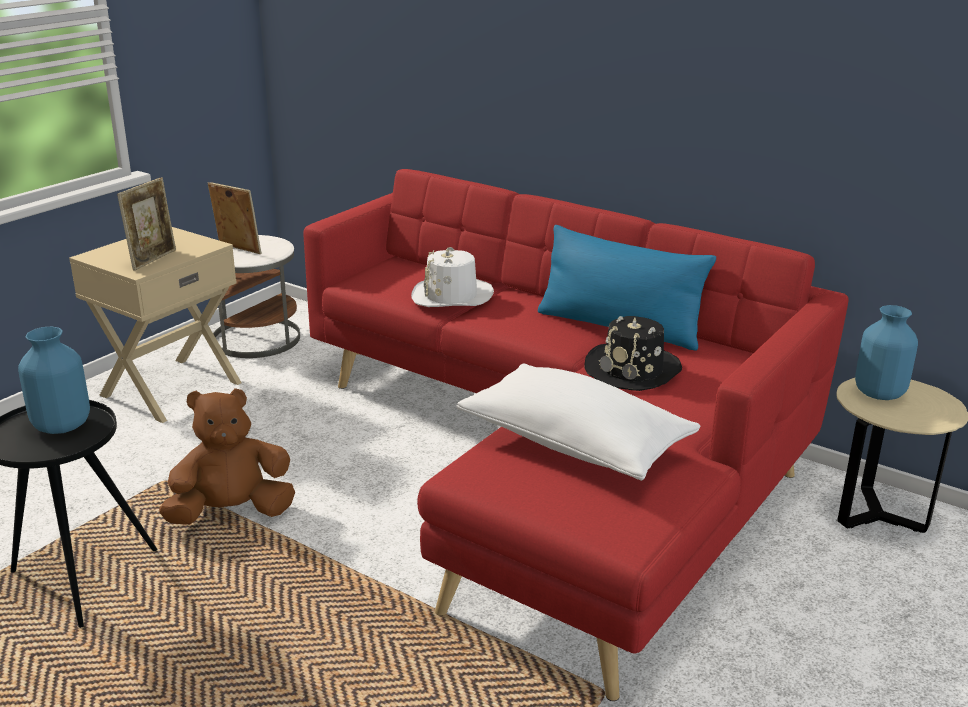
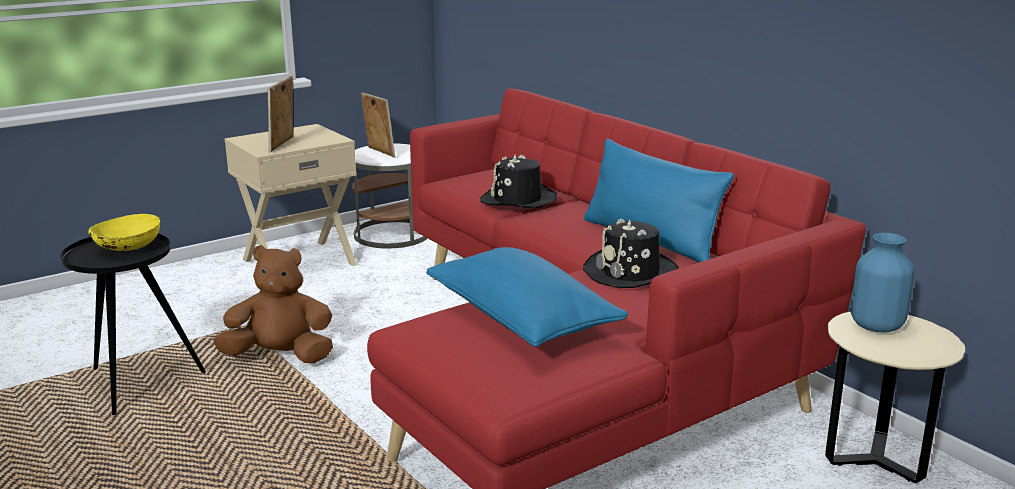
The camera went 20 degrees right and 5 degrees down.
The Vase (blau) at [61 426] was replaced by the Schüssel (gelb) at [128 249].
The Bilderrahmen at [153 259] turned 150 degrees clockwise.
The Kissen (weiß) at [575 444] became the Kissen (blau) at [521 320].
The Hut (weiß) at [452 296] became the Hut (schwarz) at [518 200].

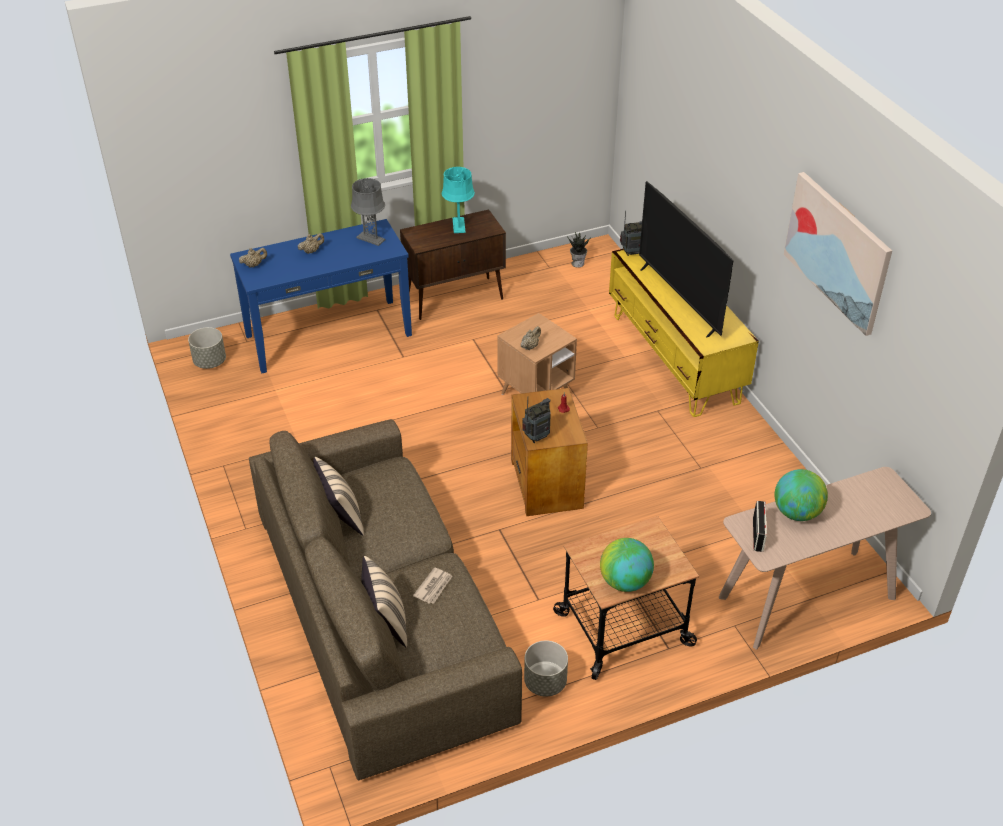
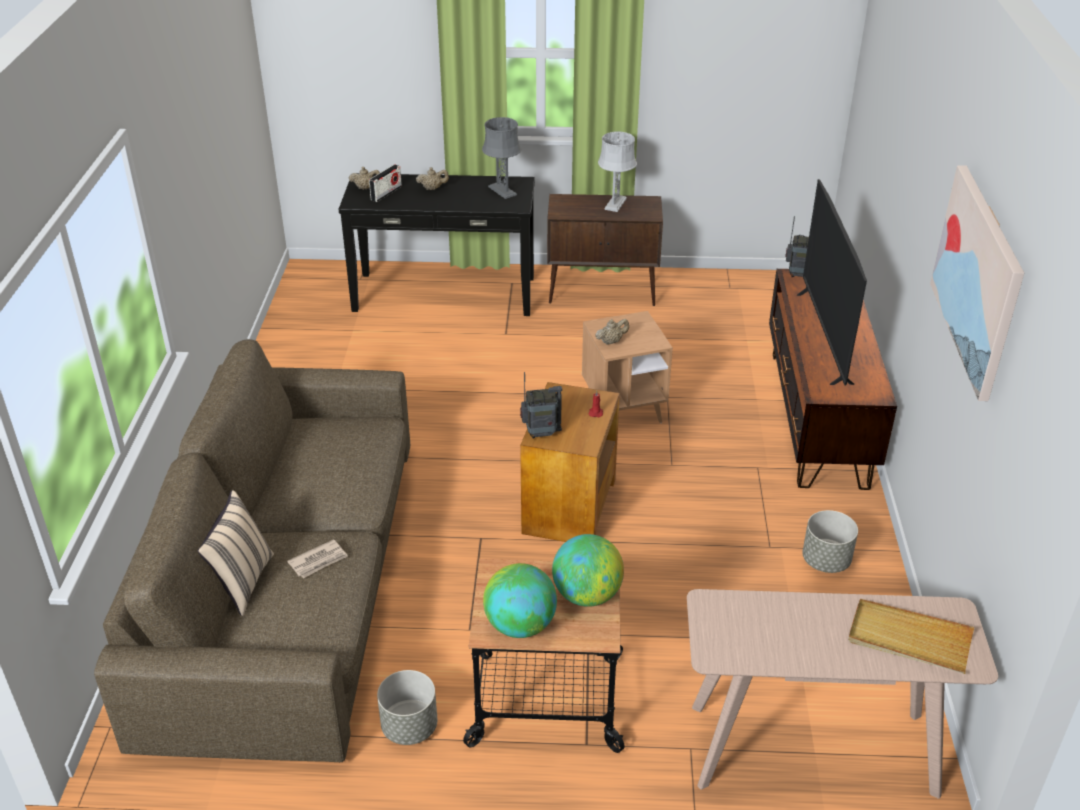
The camera went 25 degrees right and 5 degrees down.
The Konsolentisch (blau) at [328 335] became the Konsolentisch (schwarz) at [444 294].
The Radio moved from [758 535] to [386 193].
The Globus moved from [796 512] to [587 595].
The Tischlampe (türkis) at [458 225] became the Tischlampe (grau) at [615 203].
The Fernsehschrank (gelb) at [674 358] became the Fernsehschrank (braun) at [816 417].
The Pflanzkübel (grau) moved from [210 362] to [826 561].
The Tablett (beige) at [909 639] appeared.
The Kissen (beige) at [340 518] disappeared.
The Topfpflanze at [577 263] disappeared.

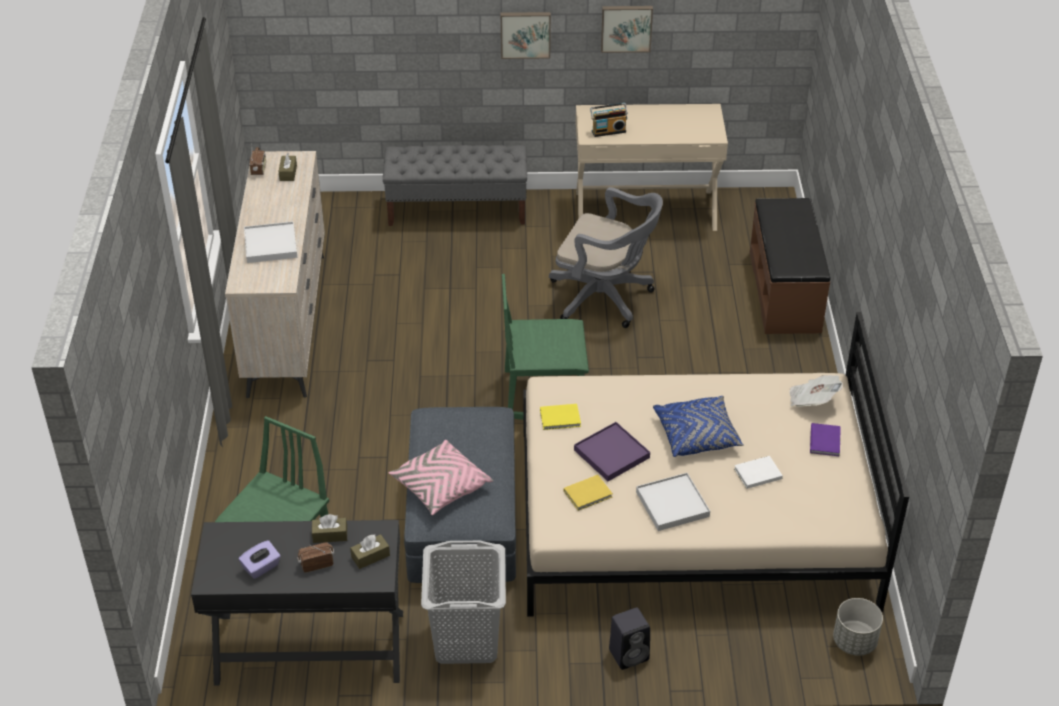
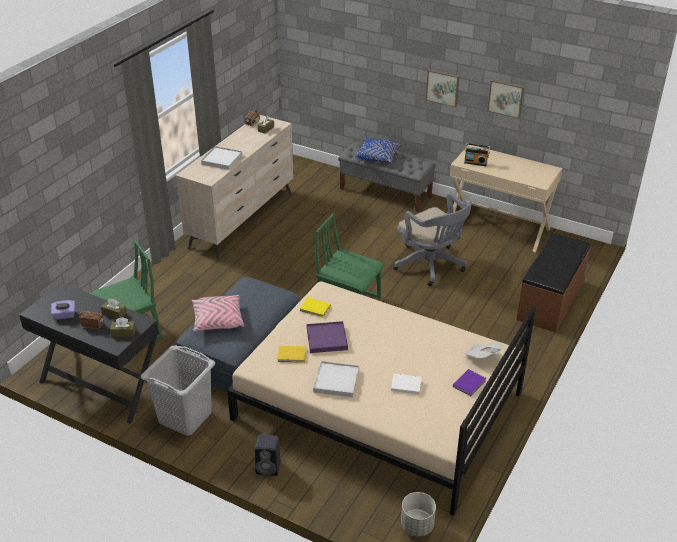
The camera went 30 degrees right and 5 degrees down.
The Kissen (blau) moved from [697 435] to [378 157].

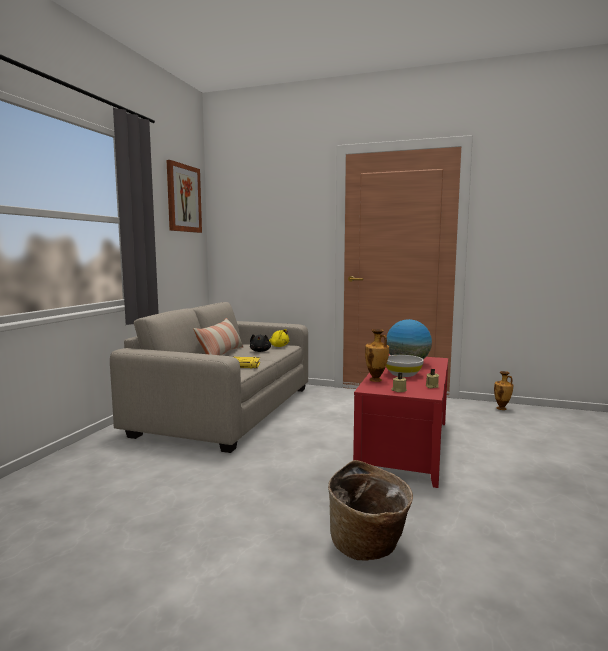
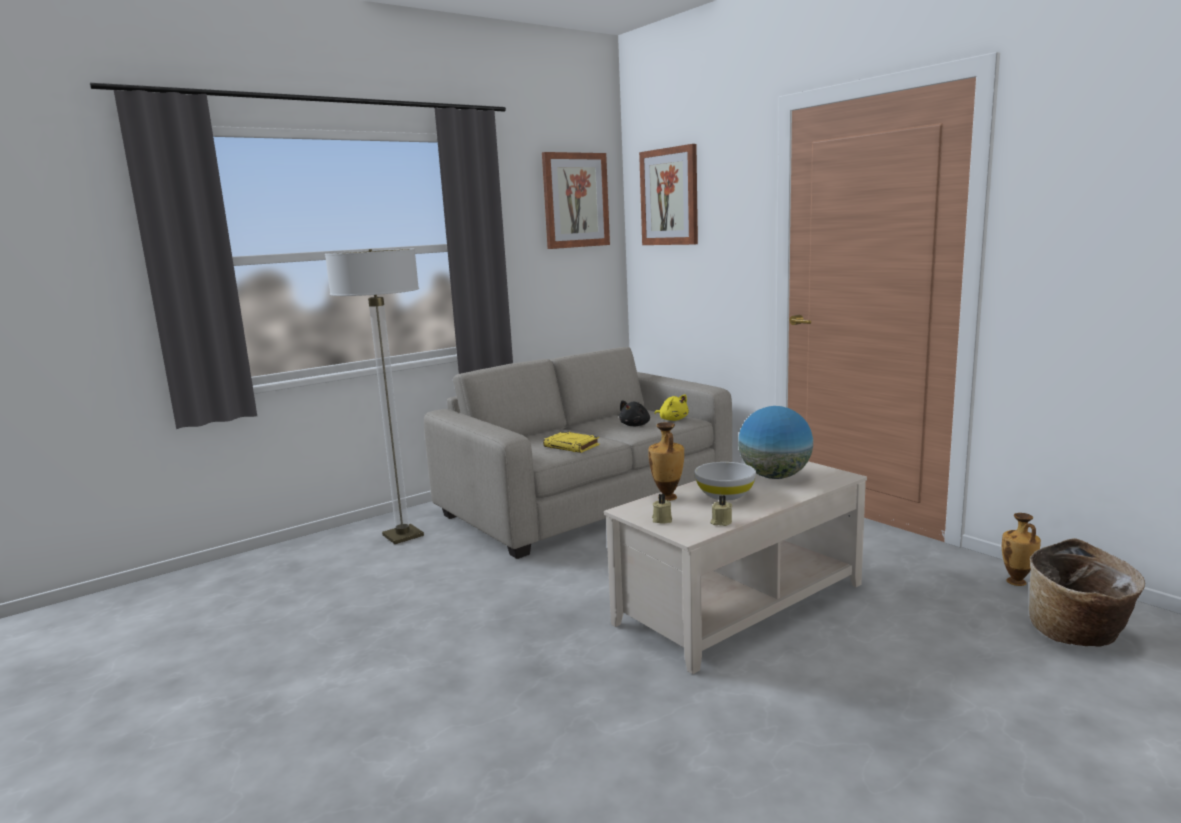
The camera went 35 degrees right and 5 degrees up.
The Stehlampe at [403 536] appeared.
The Couchtisch (rot) at [404 445] became the Couchtisch (beige) at [740 603].
The Bild at [669 197] appeared.
The Korb moved from [368 546] to [1078 635].
The Kissen at [221 354] disappeared.

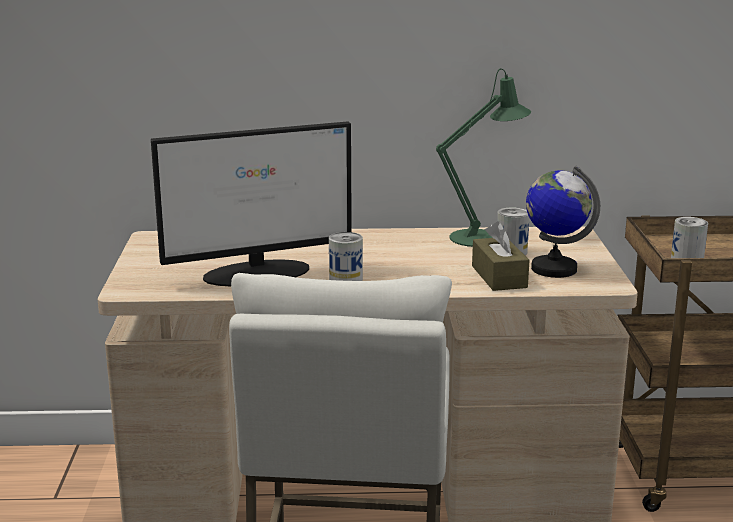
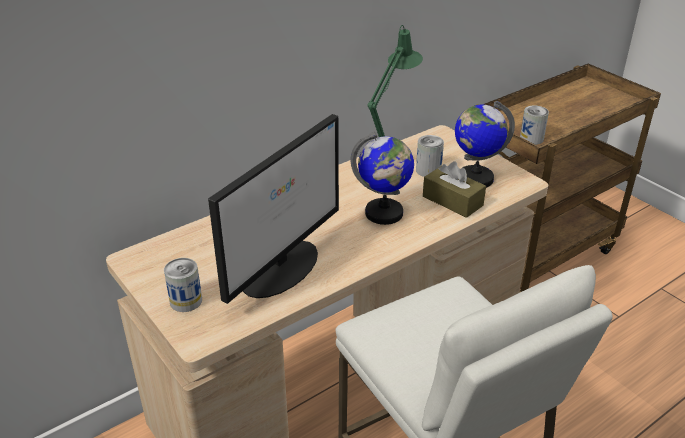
The camera went 35 degrees left and 15 degrees up.
The Dose moved from [346 279] to [186 301].
The Globus at [384 213] appeared.

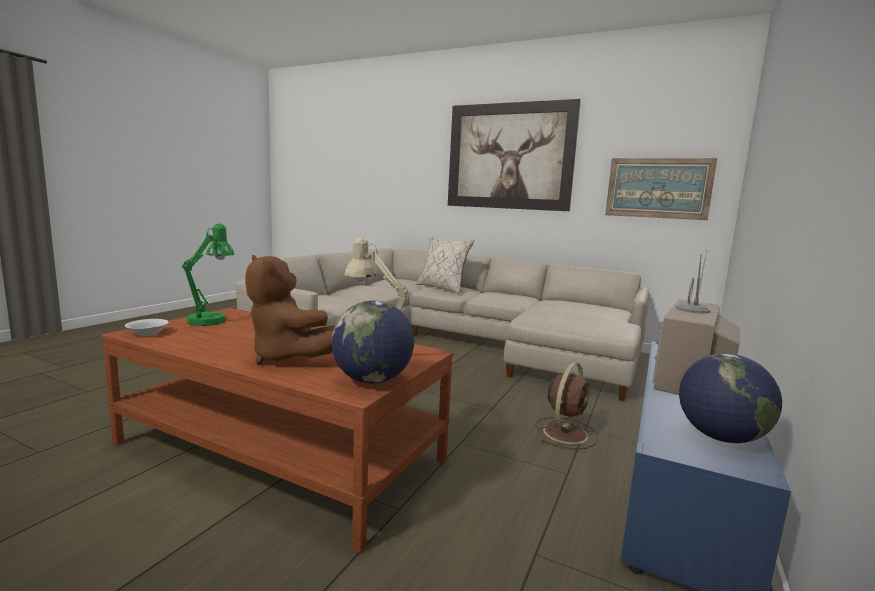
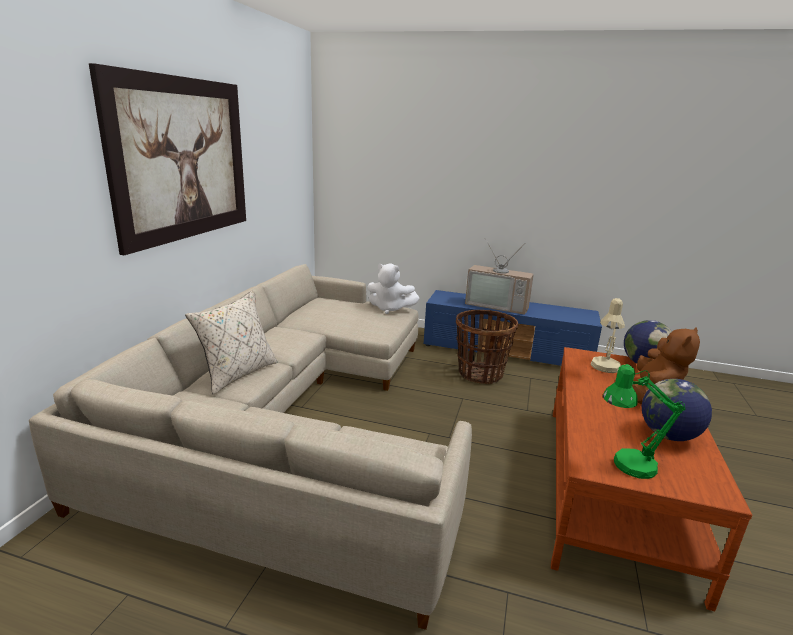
The camera went 100 degrees left and 10 degrees up.
The Plüschtier (weiß) at [390 309] appeared.
The Ventilator (braun) at [566 432] was replaced by the Korb at [480 374].
The Globus moved from [720 437] to [668 435].
The Schüssel (weiß) at [148 333] disappeared.
The Bild at [658 188] disappeared.

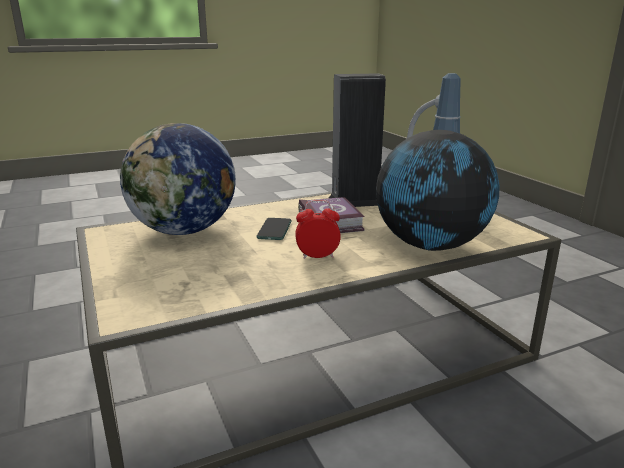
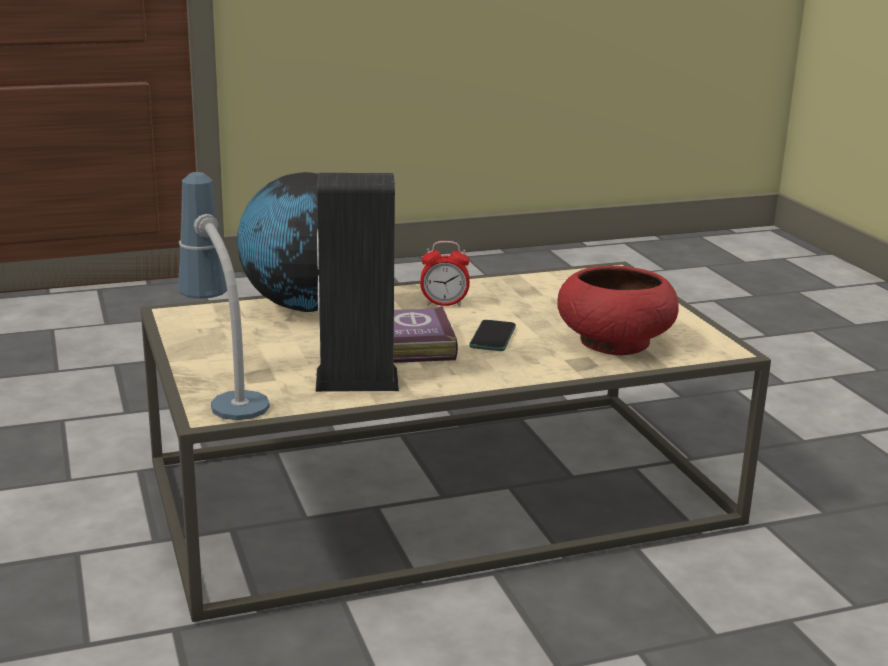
The camera went 175 degrees left and 0 degrees up.
The Globus at [184 231] was replaced by the Schüssel (rot) at [613 343].

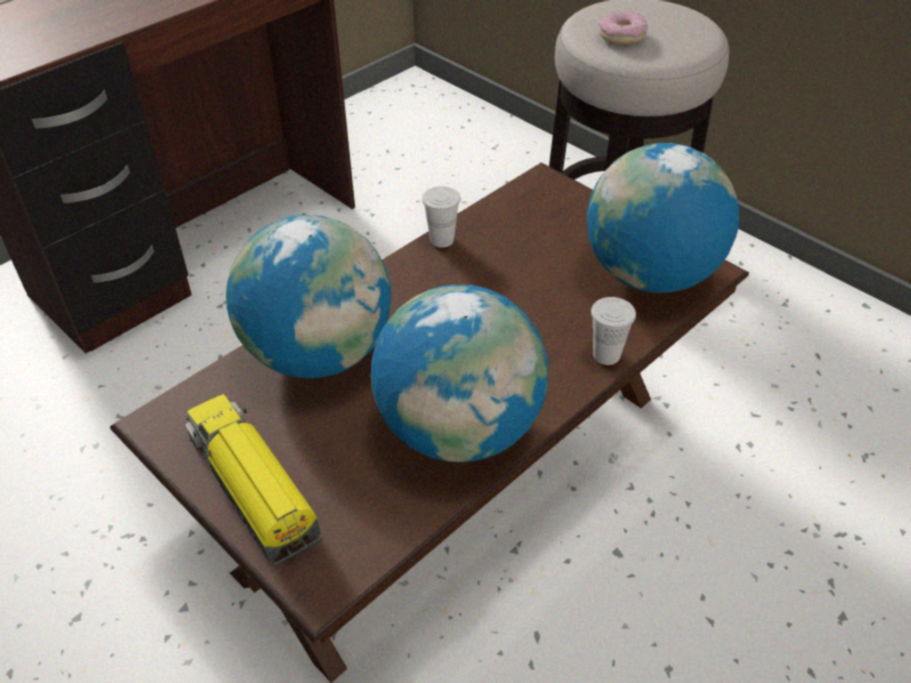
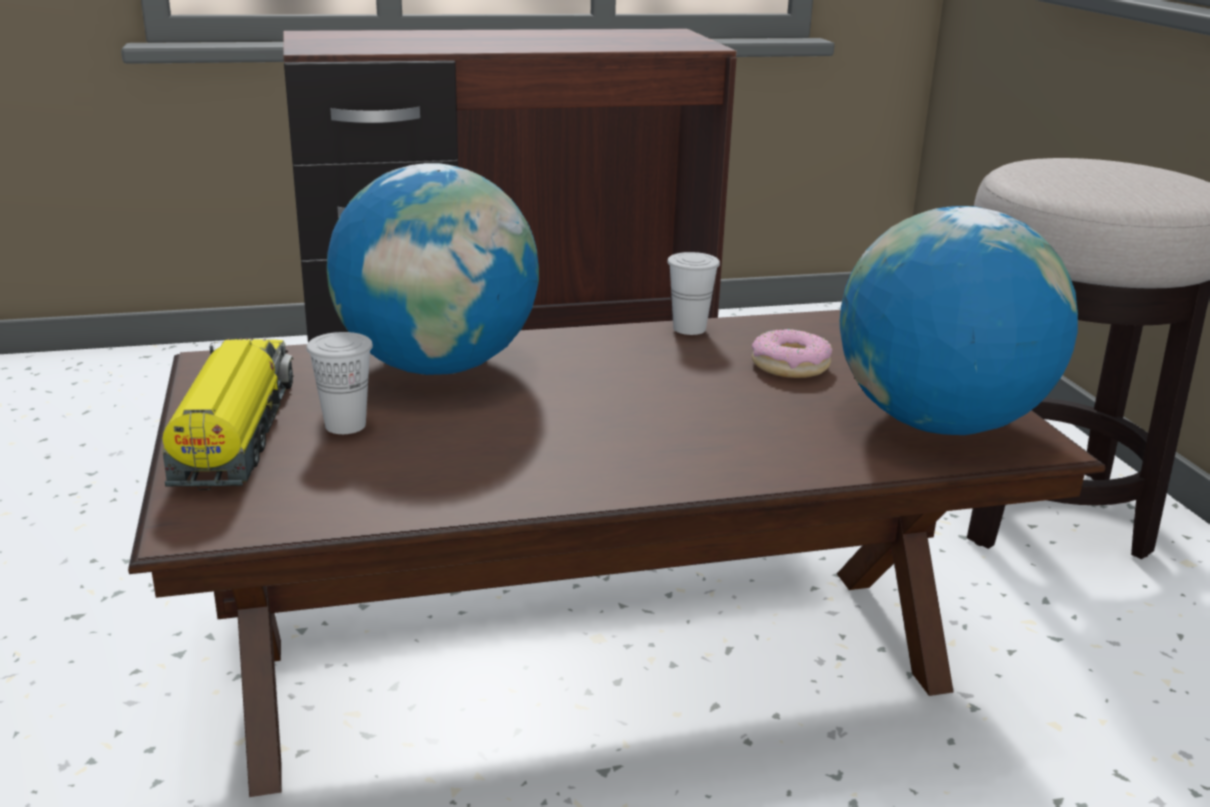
The camera went 30 degrees right and 20 degrees down.
The Tasse (weiß) moved from [606 355] to [345 425].
The Donut moved from [622 35] to [790 366].
The Globus at [460 430] disappeared.

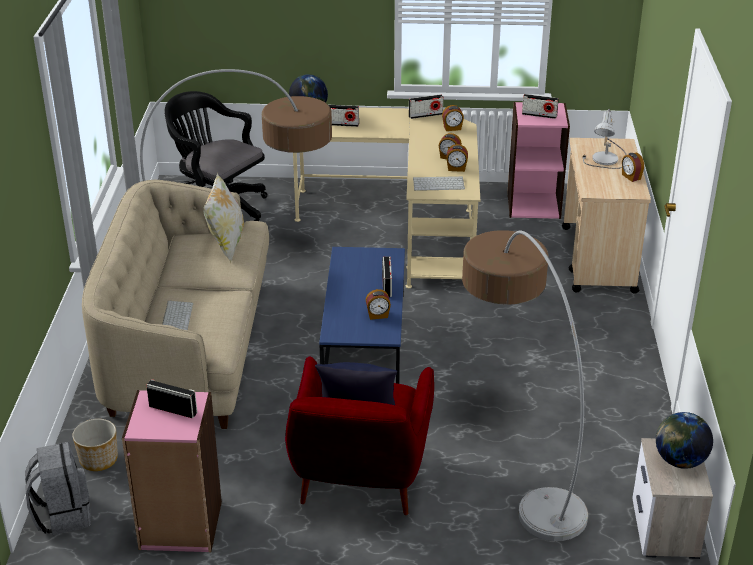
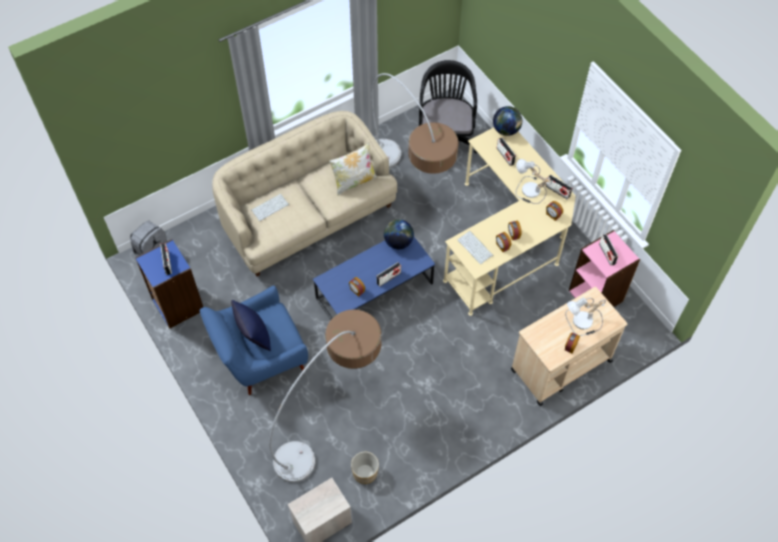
The camera went 55 degrees right and 25 degrees up.
The Bücherregal (rosa) at [180 526] became the Bücherregal (blau) at [177 305].
The Sessel (rot) at [360 480] became the Sessel (blau) at [260 359].
The Pflanzkübel moved from [98 459] to [365 472].
The Globus moved from [680 461] to [398 242].
The Tischlampe at [529 191] appeared.

